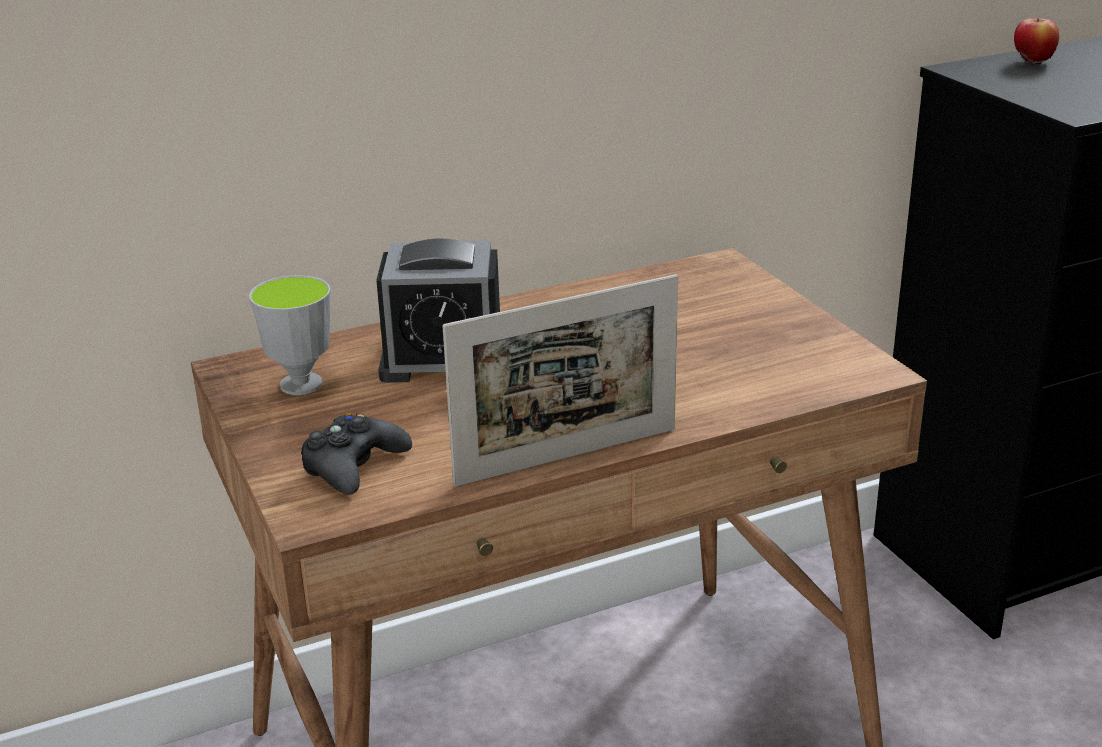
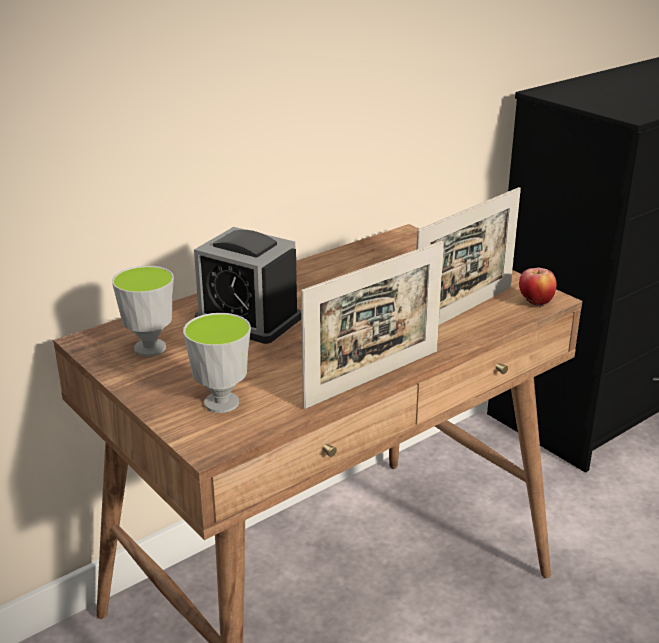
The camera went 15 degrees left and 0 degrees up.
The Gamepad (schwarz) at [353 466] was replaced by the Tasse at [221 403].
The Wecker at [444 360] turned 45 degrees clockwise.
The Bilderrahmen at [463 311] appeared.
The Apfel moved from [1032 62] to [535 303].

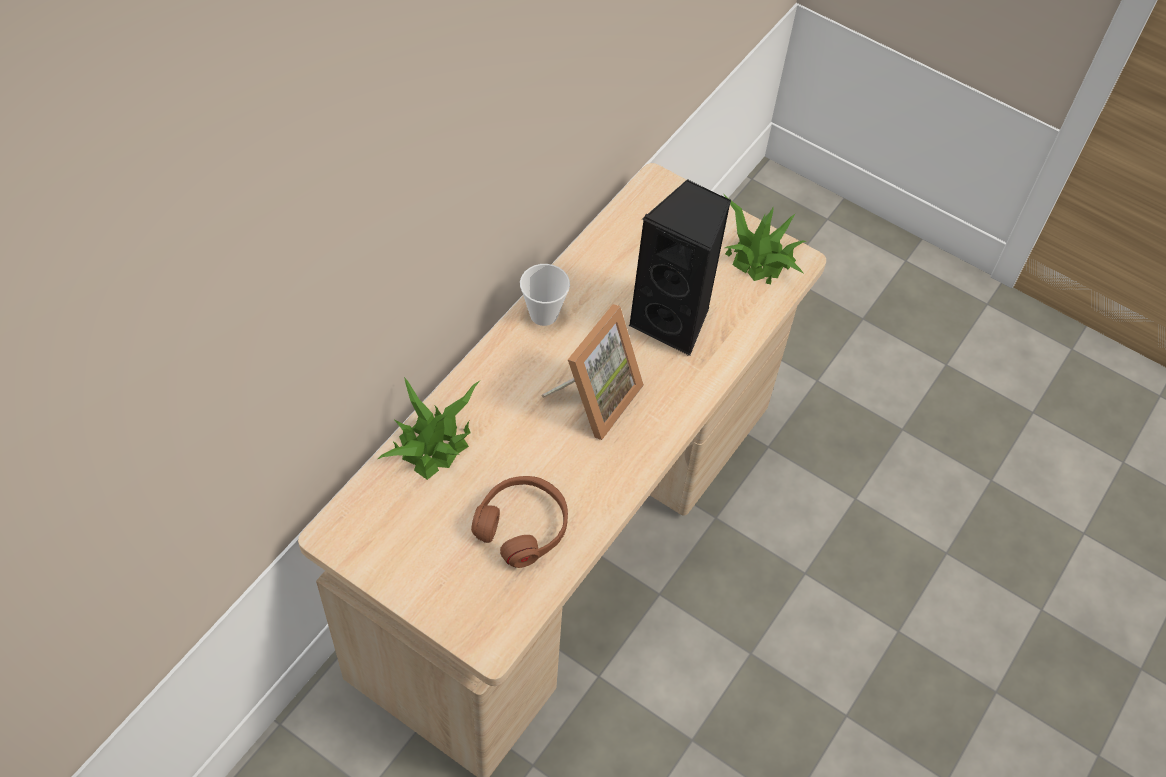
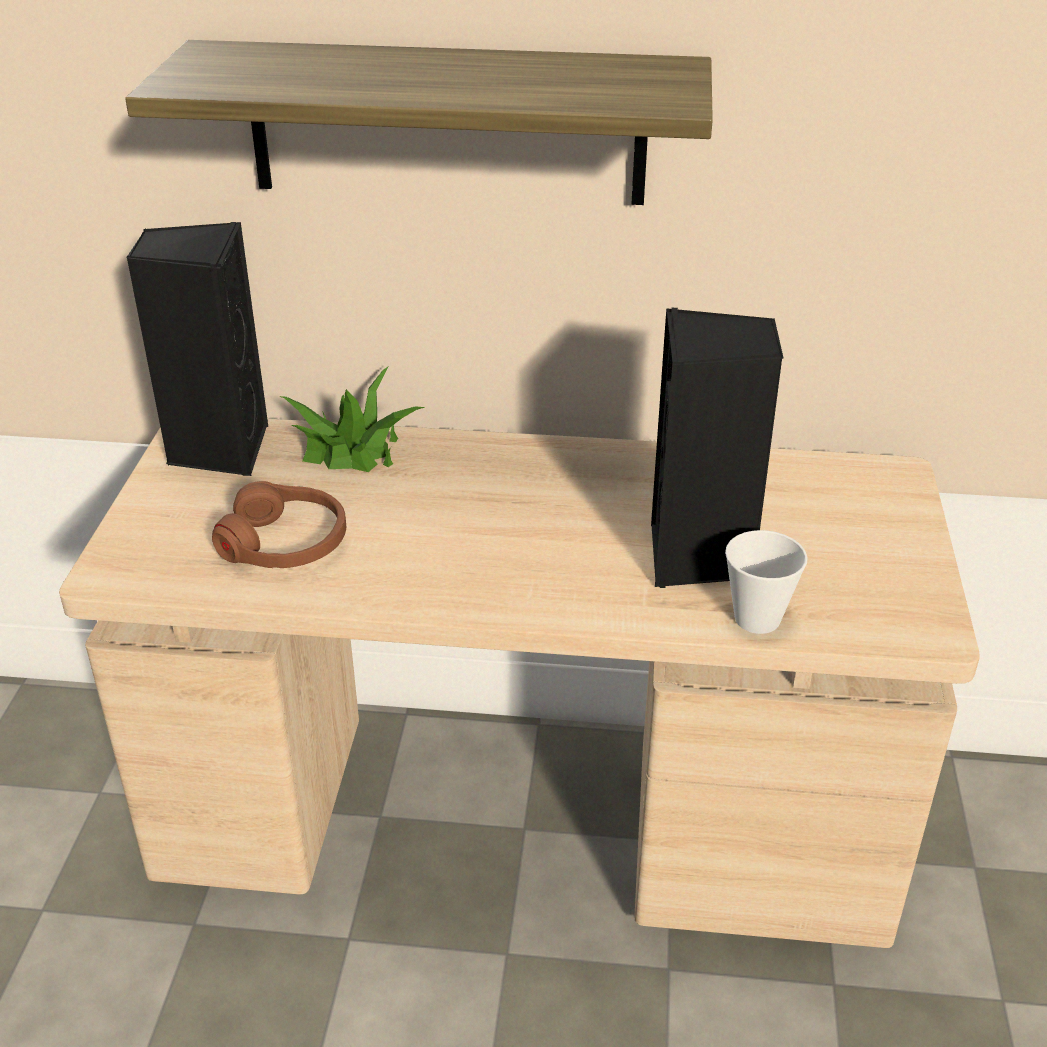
The camera went 65 degrees right and 20 degrees down.
The Wandregal at [447 123] appeared.
The Lautsprecher (schwarz) at [218 449] appeared.
The Tasse moved from [543 314] to [757 618].
The Bilderrahmen at [594 398] disappeared.
The Topfpflanze at [759 256] disappeared.

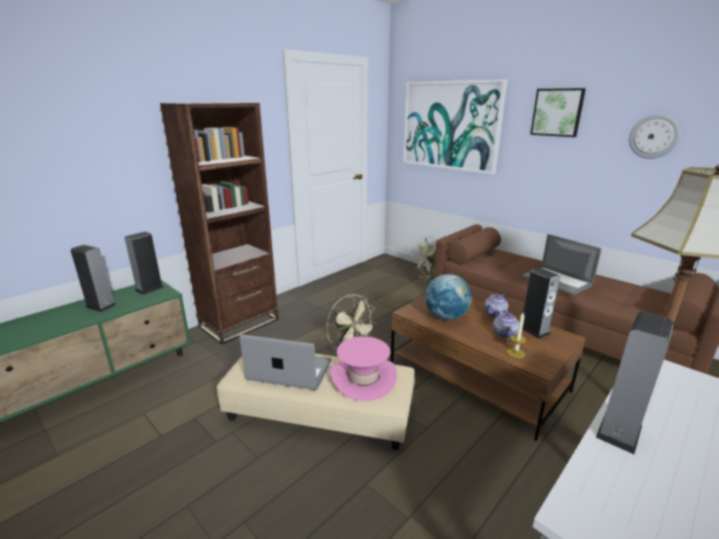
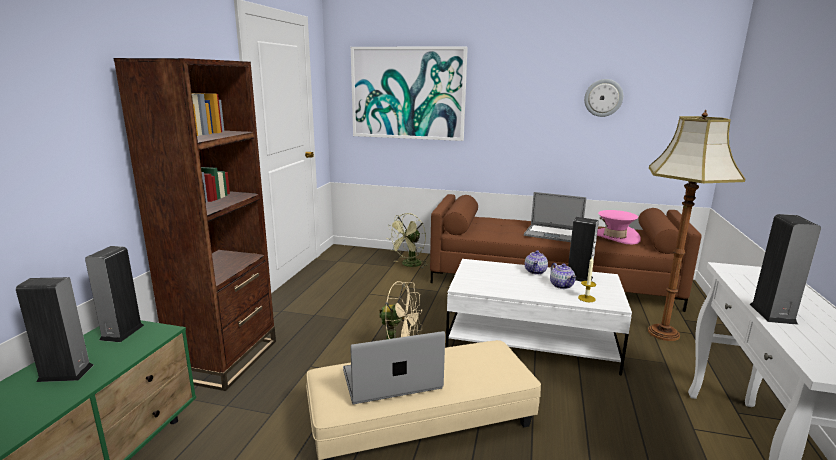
The camera went 30 degrees left and 5 degrees down.
The Couchtisch (braun) at [477 376] became the Couchtisch (weiß) at [531 339].
The Hut (rosa) moved from [363 378] to [614 237].
The Globus at [446 316] disappeared.
The Bild at [557 112] disappeared.

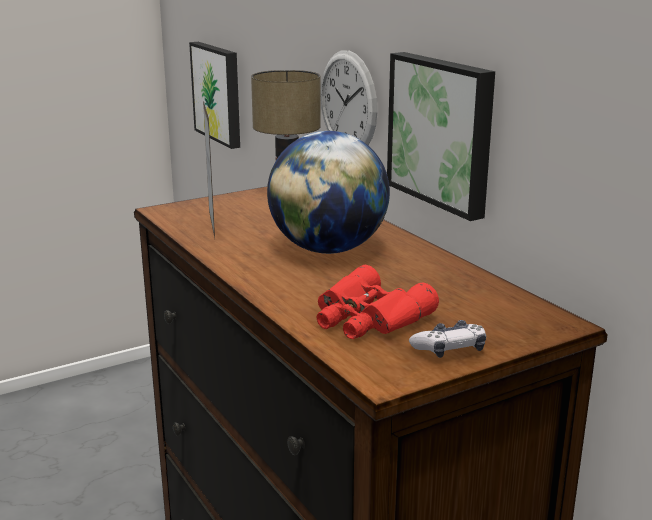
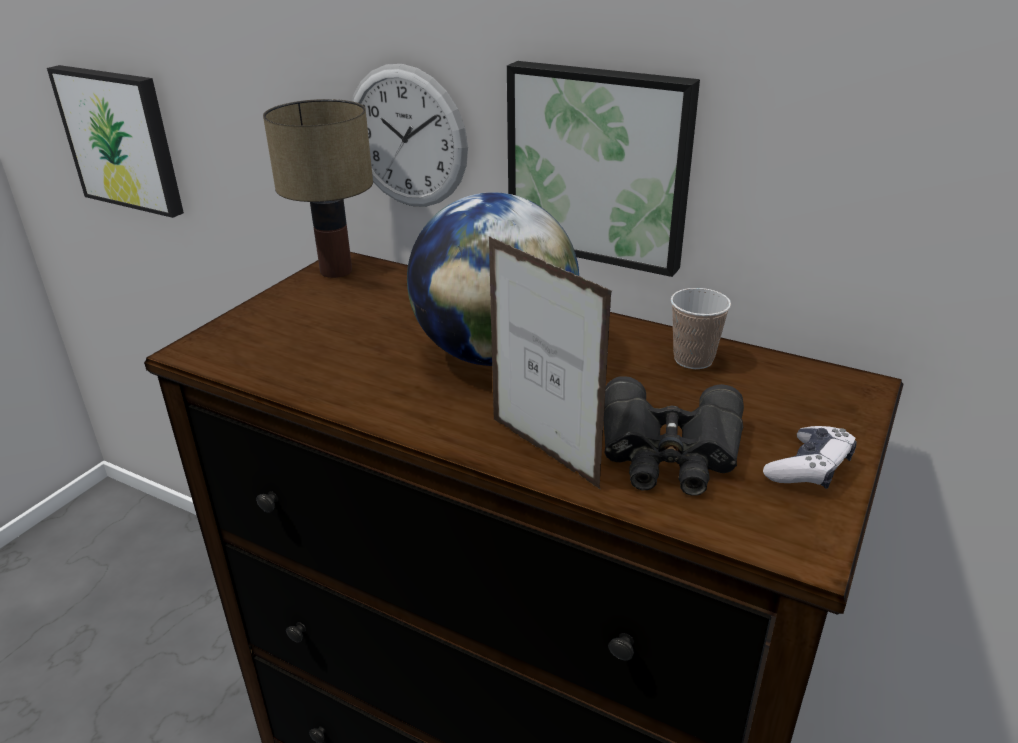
The camera went 30 degrees left and 10 degrees up.
The Bilderrahmen moved from [212 225] to [543 452].
The Fernglas (rot) at [367 318] became the Fernglas (schwarz) at [669 452].
The Tasse at [693 359] appeared.

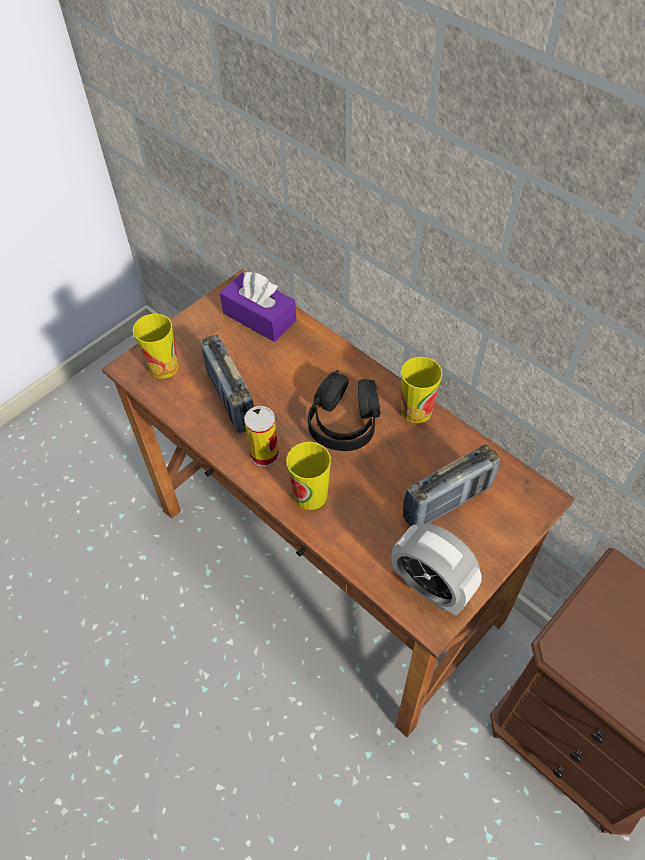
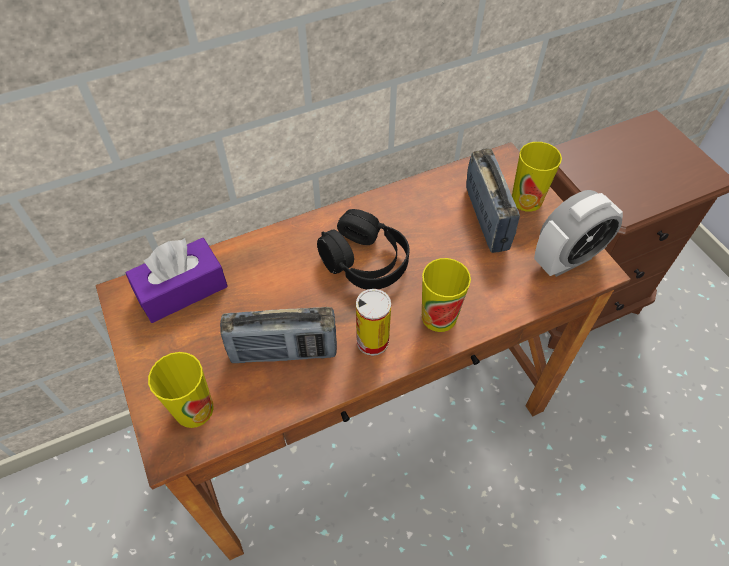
The camera went 70 degrees left and 0 degrees up.
The Tasse moved from [416 410] to [526 200].

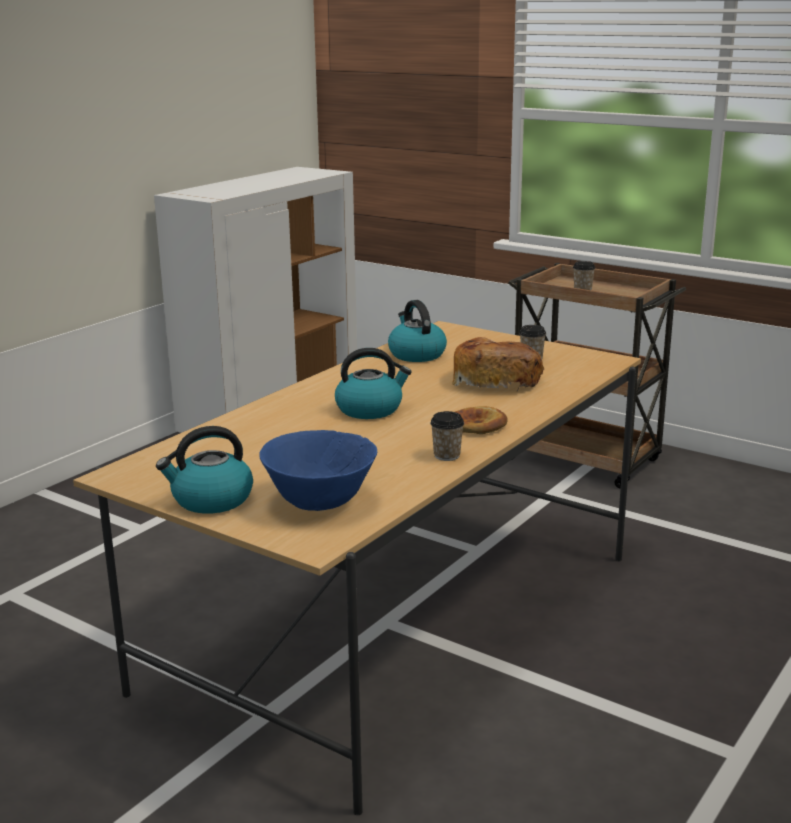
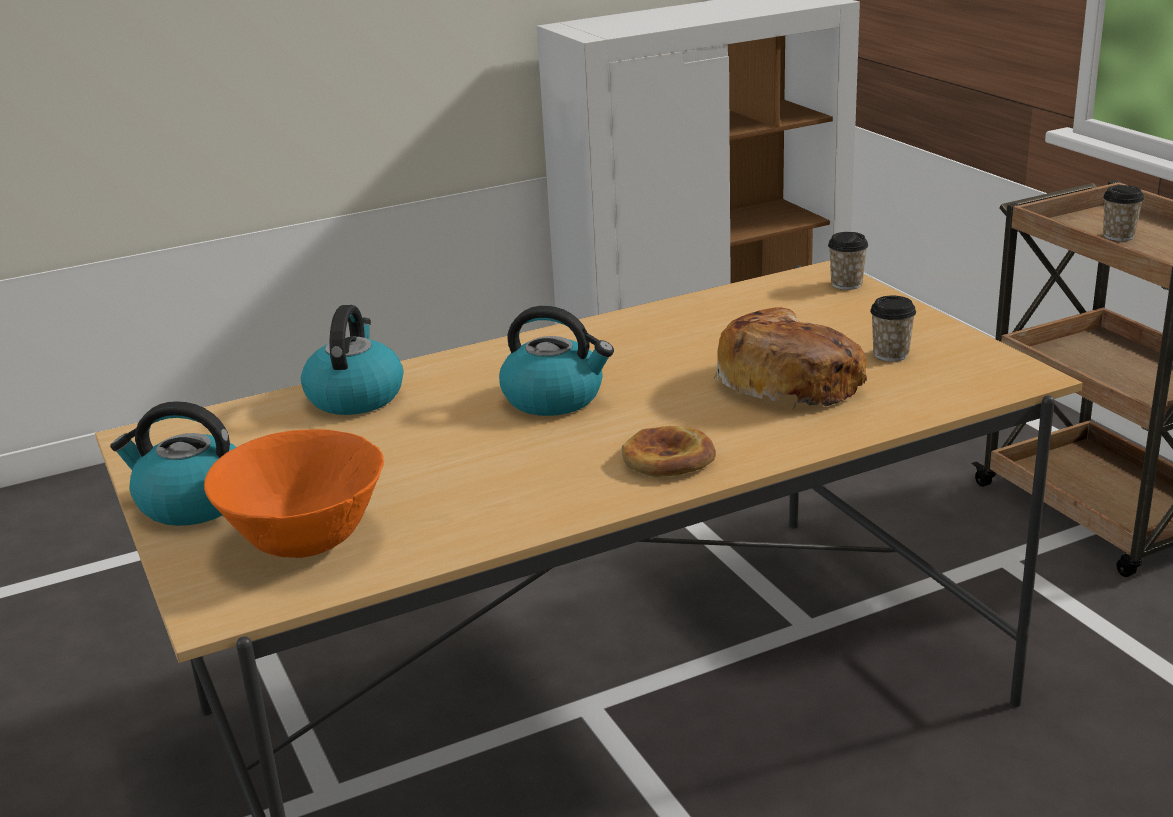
The camera went 30 degrees right and 5 degrees up.
The Schüssel (blau) at [319 502] became the Schüssel (orange) at [306 541].
The Wasserkessel moved from [416 354] to [355 396].
The Tasse moved from [447 456] to [846 284].

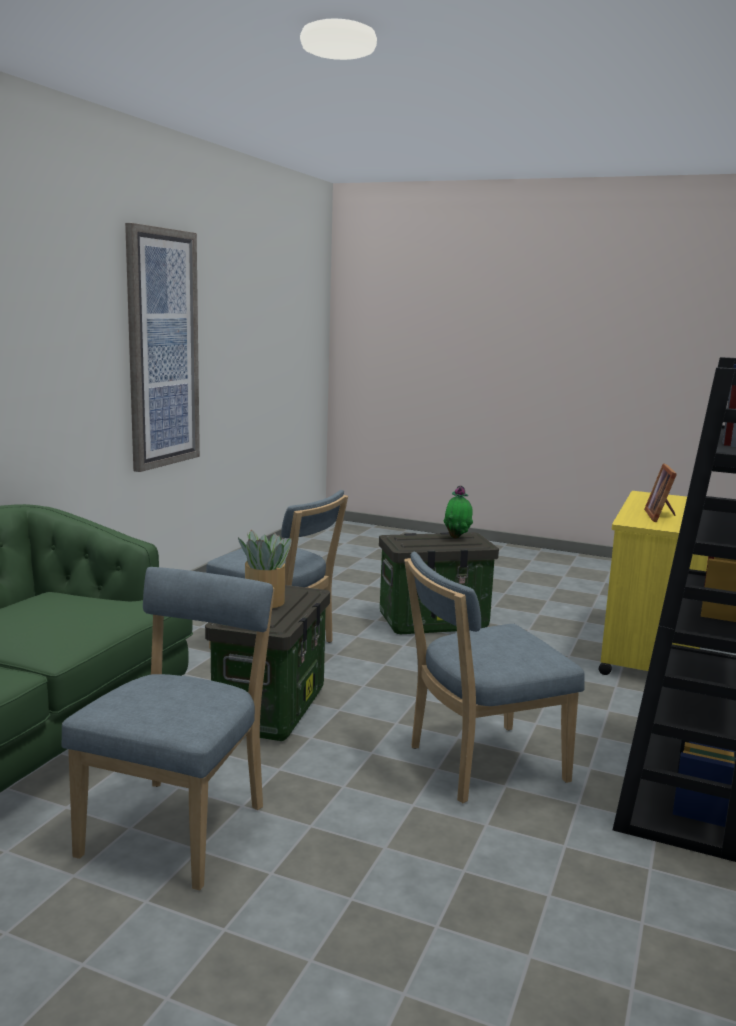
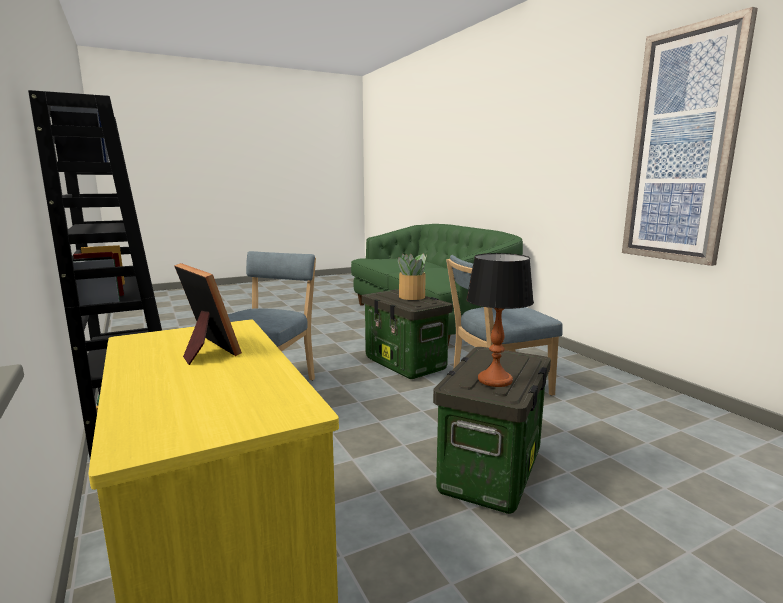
The camera went 130 degrees right and 0 degrees up.
The Topfpflanze at [457 537] was replaced by the Tischlampe at [494 380].
The Stuhl (blau) at [180 826] disappeared.

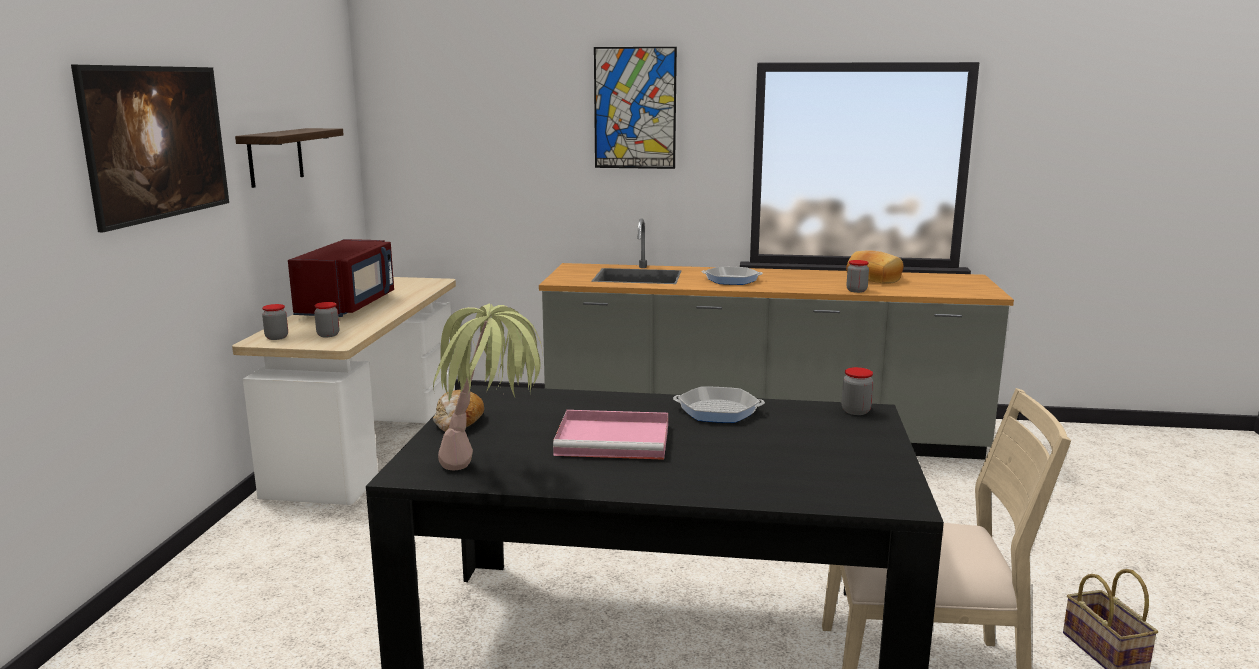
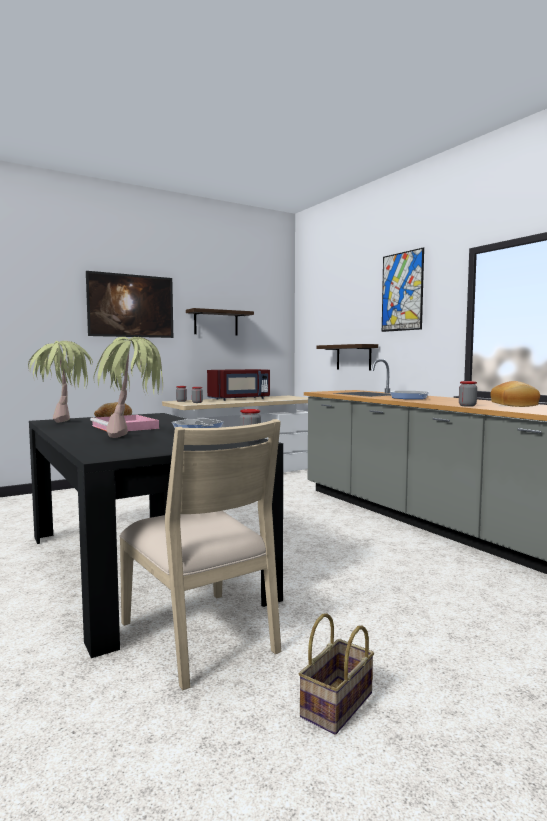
The camera went 50 degrees right and 10 degrees down.
The Topfpflanze at [132 439] appeared.
The Wandregal at [353 357] appeared.

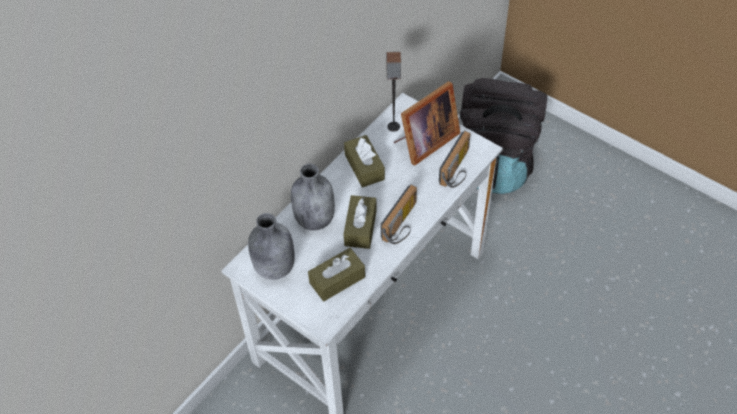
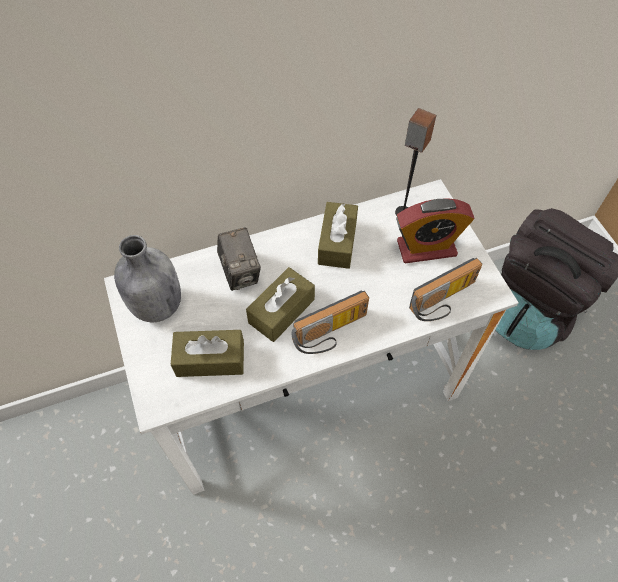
The camera went 30 degrees right and 5 degrees up.
The Flasche (grau) at [314 218] was replaced by the Kamera at [240 272].
The Bilderrahmen at [424 142] was replaced by the Wecker at [426 248].

